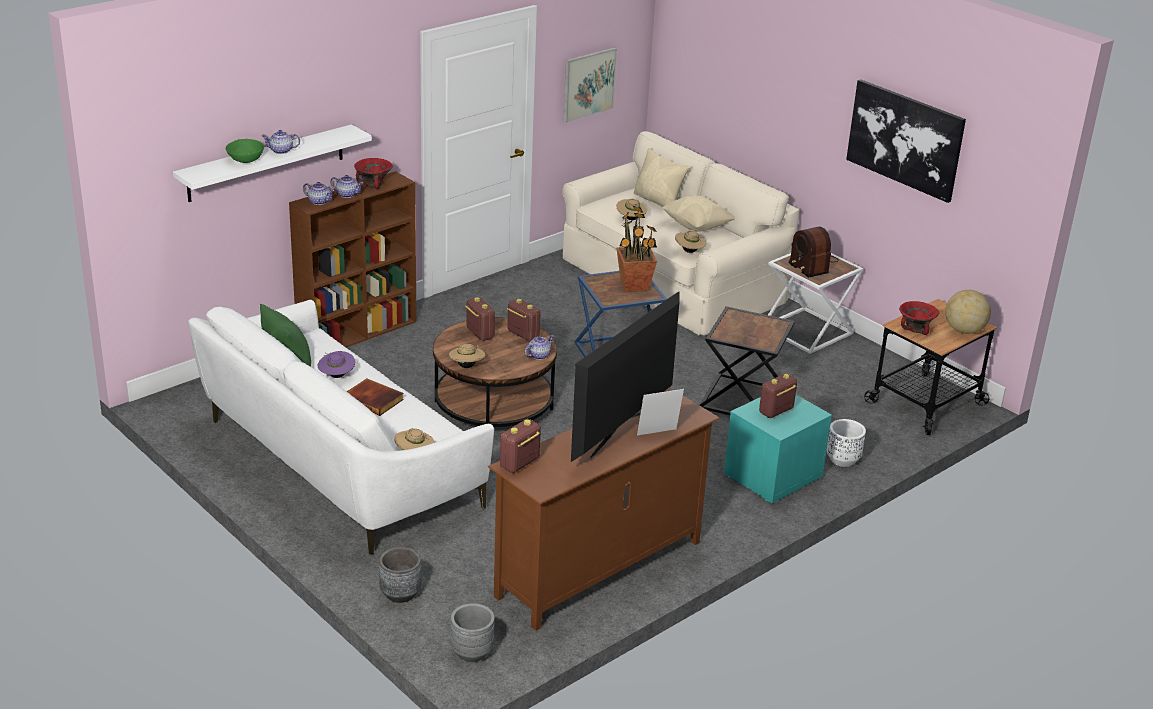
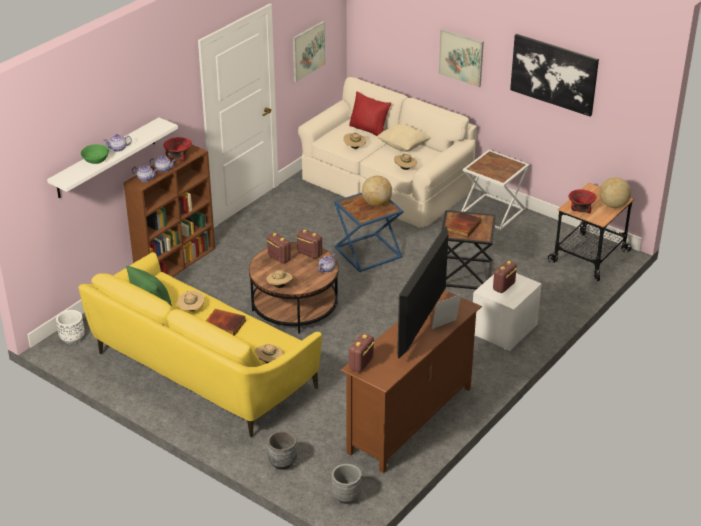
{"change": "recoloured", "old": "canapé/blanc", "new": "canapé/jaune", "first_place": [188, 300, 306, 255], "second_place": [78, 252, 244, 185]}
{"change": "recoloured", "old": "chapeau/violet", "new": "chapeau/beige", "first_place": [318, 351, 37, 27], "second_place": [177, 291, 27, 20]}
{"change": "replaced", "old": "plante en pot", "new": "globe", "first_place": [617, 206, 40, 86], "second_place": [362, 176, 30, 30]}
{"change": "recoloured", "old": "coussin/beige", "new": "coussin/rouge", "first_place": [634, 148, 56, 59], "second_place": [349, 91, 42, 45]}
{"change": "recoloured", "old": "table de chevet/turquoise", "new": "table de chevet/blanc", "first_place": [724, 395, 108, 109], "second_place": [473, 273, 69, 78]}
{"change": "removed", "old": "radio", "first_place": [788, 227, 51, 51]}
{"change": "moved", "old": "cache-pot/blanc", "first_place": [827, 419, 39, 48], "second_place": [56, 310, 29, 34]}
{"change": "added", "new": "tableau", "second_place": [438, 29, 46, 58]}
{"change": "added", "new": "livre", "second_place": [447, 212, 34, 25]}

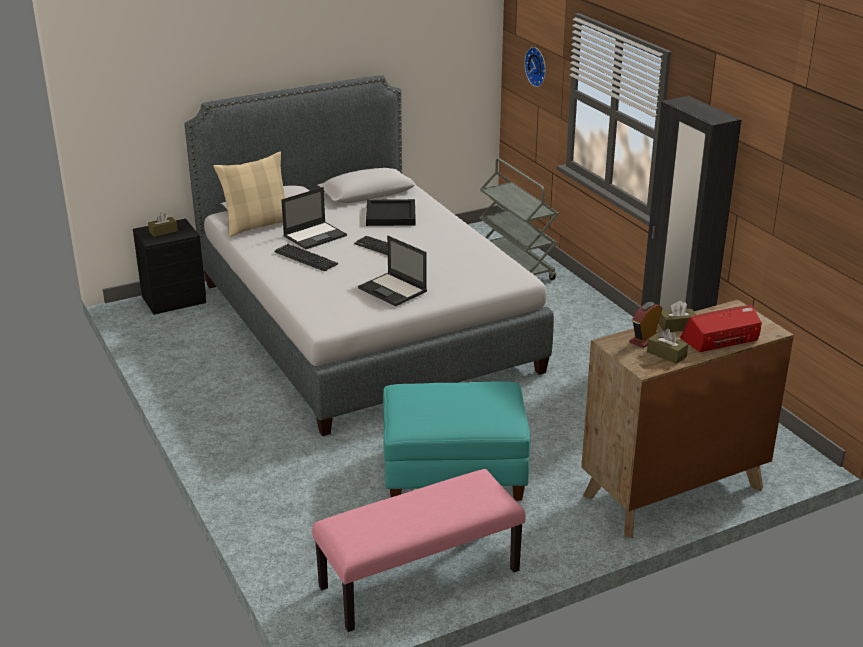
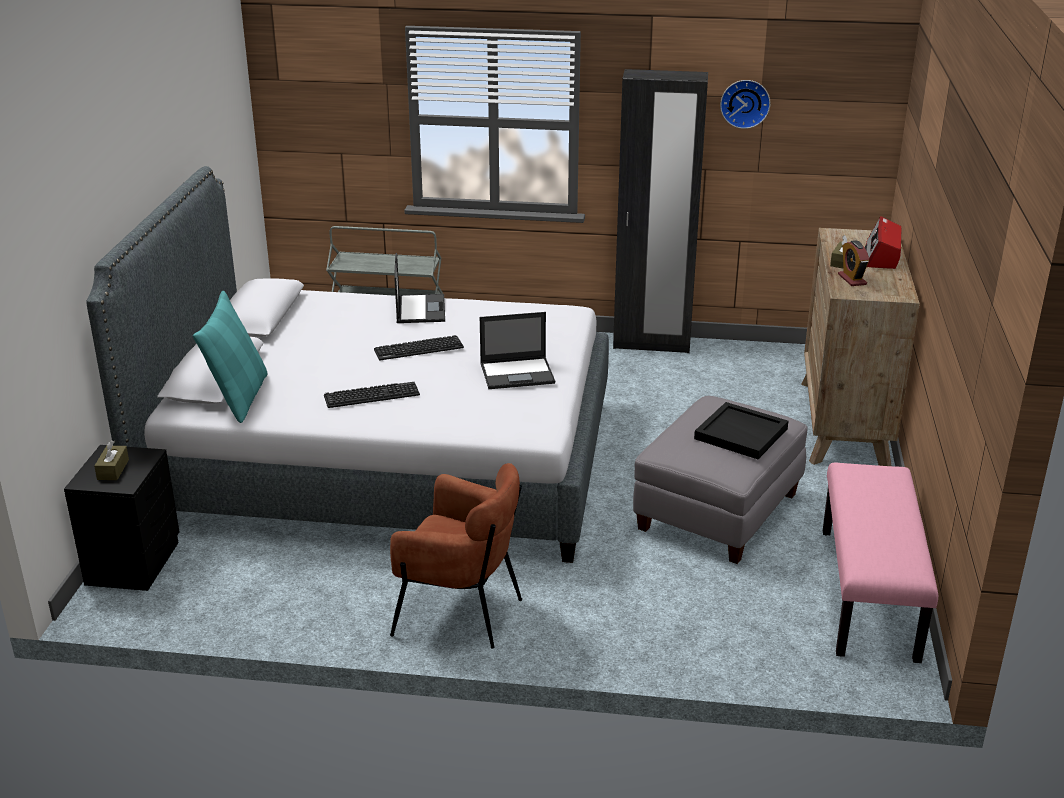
{"change": "recoloured", "old": "coussin/beige", "new": "coussin/turquoise", "first_place": [213, 152, 73, 85], "second_place": [193, 291, 75, 132]}
{"change": "moved", "old": "ordinateur portable", "first_place": [281, 187, 66, 62], "second_place": [394, 253, 51, 70]}
{"change": "moved", "old": "plateau/noir", "first_place": [366, 199, 50, 27], "second_place": [694, 402, 94, 57]}
{"change": "recoloured", "old": "pouf/turquoise", "new": "pouf/gris", "first_place": [383, 381, 147, 120], "second_place": [633, 396, 175, 168]}
{"change": "moved", "old": "horloge murale", "first_place": [524, 47, 22, 40], "second_place": [720, 80, 50, 49]}
{"change": "removed", "old": "boîte à mouchoirs/marron", "first_place": [647, 329, 41, 35]}
{"change": "added", "new": "fauteuil/marron", "second_place": [390, 463, 132, 186]}

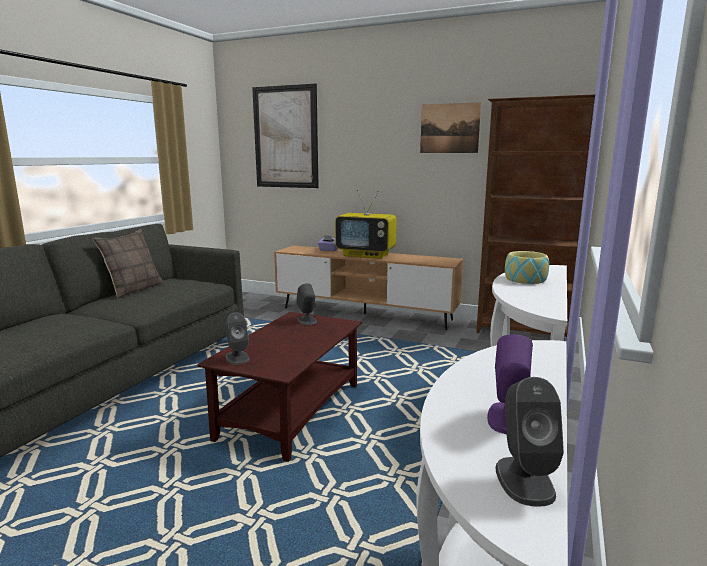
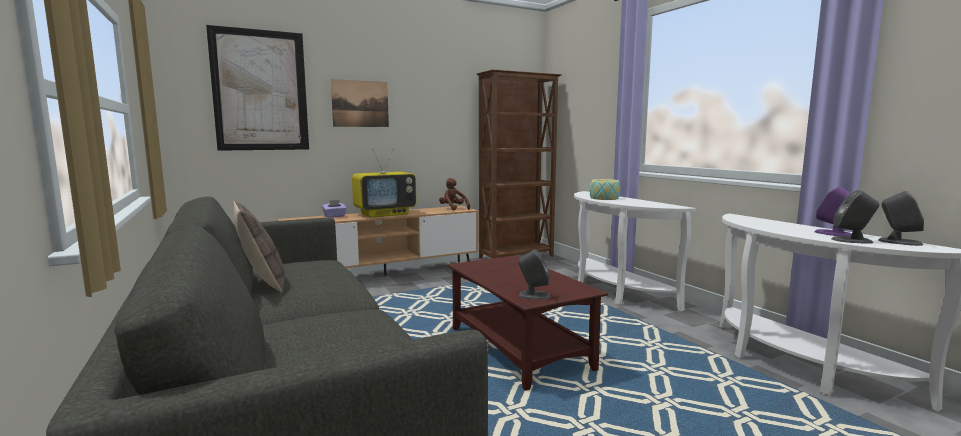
{"change": "moved", "old": "enceinte/gris", "first_place": [296, 283, 21, 42], "second_place": [831, 190, 48, 54]}
{"change": "moved", "old": "tableau", "first_place": [420, 102, 61, 51], "second_place": [331, 79, 58, 48]}
{"change": "added", "new": "peluche/marron", "second_place": [439, 178, 31, 32]}

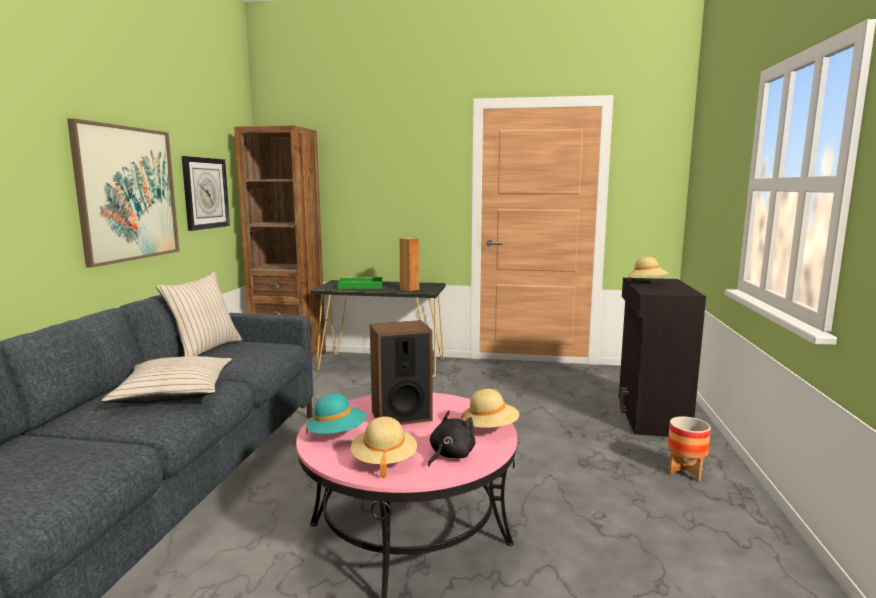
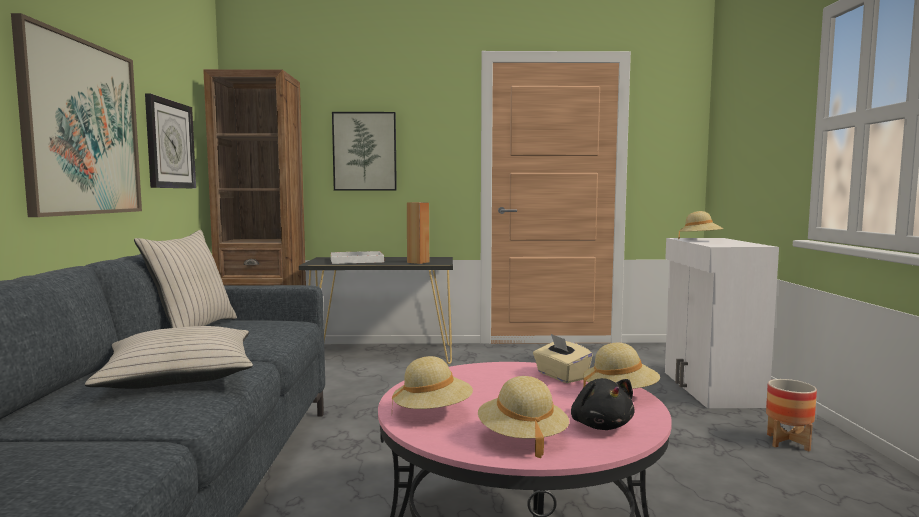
{"change": "recoloured", "old": "chapeau/turquoise", "new": "chapeau/beige", "first_place": [306, 393, 60, 42], "second_place": [392, 356, 81, 53]}
{"change": "recoloured", "old": "plateau/vert", "new": "plateau/blanc", "first_place": [337, 277, 46, 12], "second_place": [331, 251, 53, 13]}
{"change": "removed", "old": "enceinte", "first_place": [370, 320, 63, 105]}
{"change": "turned", "old": "peluche/noir", "first_place": [428, 411, 48, 56], "second_place": [571, 378, 64, 52], "degrees": 135}
{"change": "recoloured", "old": "meuble de rangement/noir", "new": "meuble de rangement/blanc", "first_place": [619, 278, 87, 159], "second_place": [665, 238, 114, 170]}
{"change": "added", "new": "tableau", "second_place": [332, 112, 65, 79]}
{"change": "added", "new": "boîte à mouchoirs/beige", "second_place": [533, 334, 60, 49]}

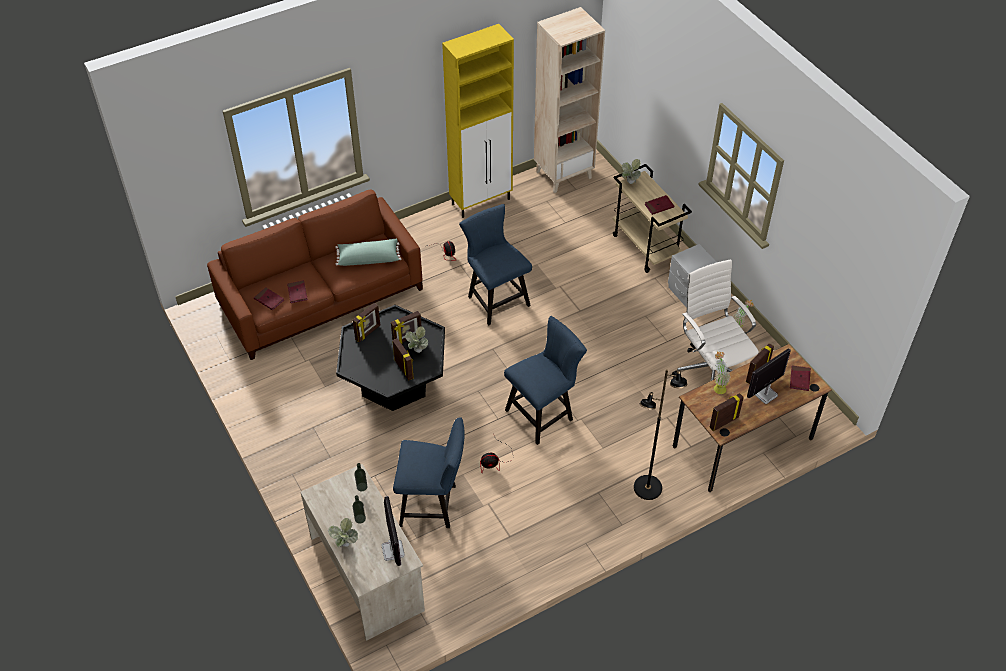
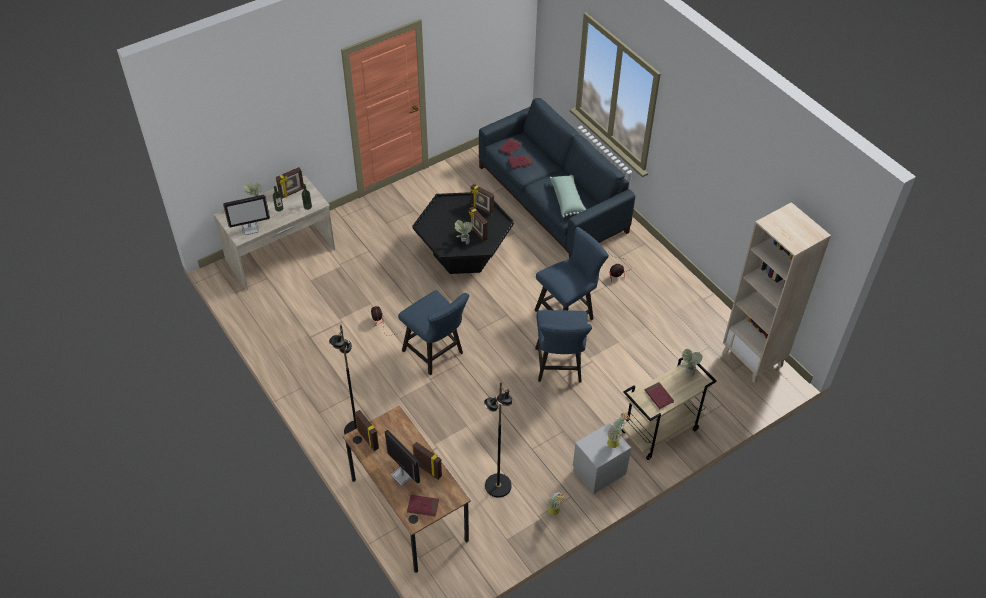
{"change": "recoloured", "old": "canapé/marron", "new": "canapé/bleu", "first_place": [207, 189, 216, 171], "second_place": [479, 98, 156, 160]}
{"change": "moved", "old": "cadre photo", "first_place": [392, 338, 22, 42], "second_place": [276, 167, 28, 31]}
{"change": "moved", "old": "chaise/bleu", "first_place": [393, 417, 72, 111], "second_place": [535, 310, 57, 73]}
{"change": "removed", "old": "meuble de rangement/jaune", "first_place": [442, 24, 72, 194]}
{"change": "replaced", "old": "chaise de bureau/blanc", "new": "lampadaire/noir", "first_place": [672, 259, 87, 122], "second_place": [484, 381, 28, 116]}
{"change": "moved", "old": "plante en pot", "first_place": [714, 351, 17, 43], "second_place": [607, 412, 22, 36]}

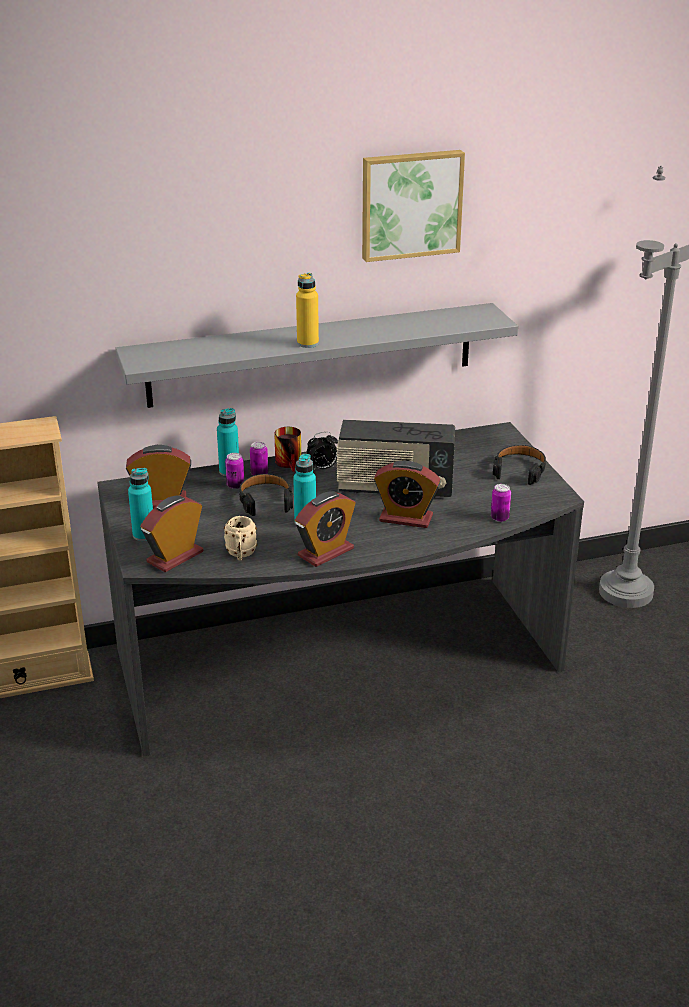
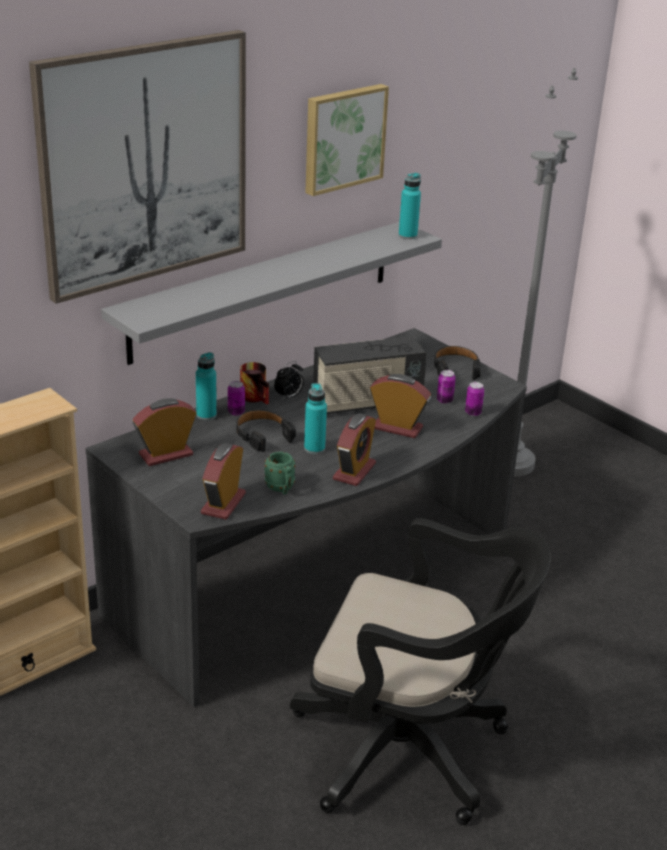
{"change": "moved", "old": "bouteille/turquoise", "first_place": [128, 468, 25, 73], "second_place": [399, 173, 22, 66]}
{"change": "recoloured", "old": "mug/beige", "new": "mug/vert", "first_place": [224, 516, 33, 44], "second_place": [264, 452, 32, 42]}
{"change": "moved", "old": "boîte métallique", "first_place": [225, 453, 19, 36], "second_place": [437, 370, 19, 34]}
{"change": "removed", "old": "bouteille/jaune", "first_place": [296, 273, 23, 75]}
{"change": "turned", "old": "réveil", "first_place": [374, 460, 67, 68], "second_place": [370, 374, 61, 64], "degrees": -150}
{"change": "added", "new": "tableau", "second_place": [29, 30, 217, 274]}
{"change": "added", "new": "chaise de bureau/noir", "second_place": [290, 518, 261, 307]}

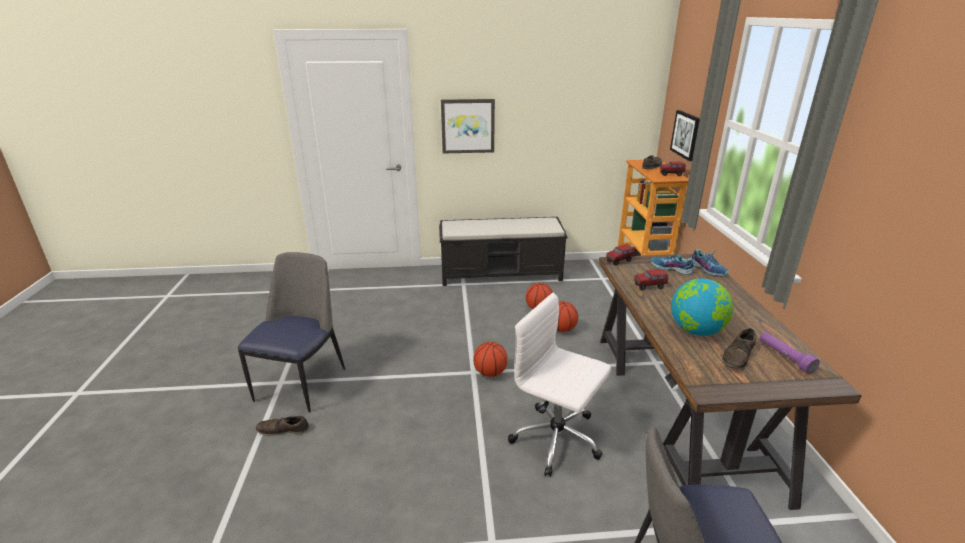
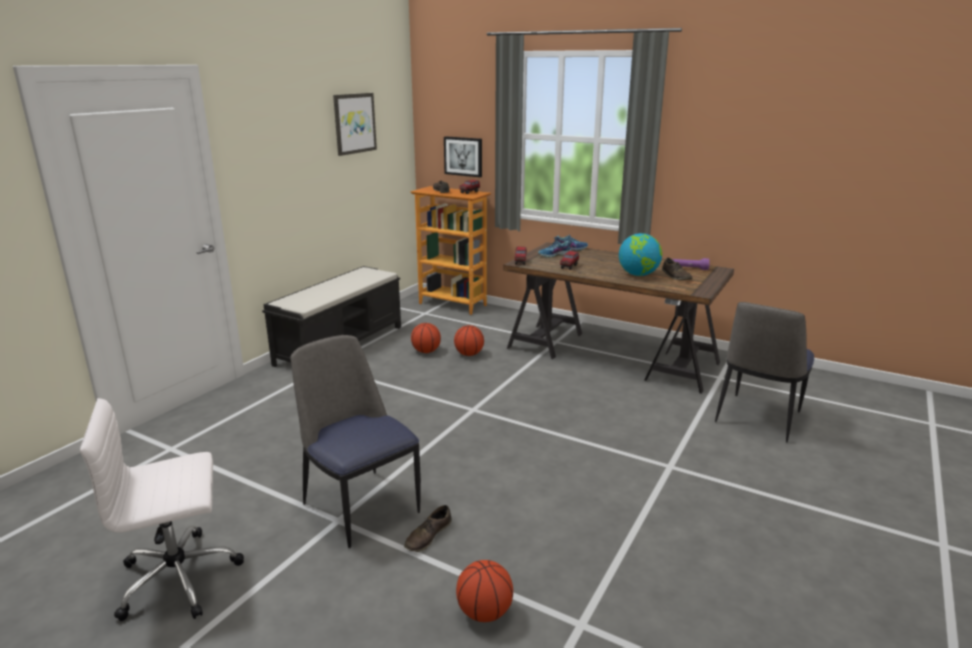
{"change": "moved", "old": "tableau", "first_place": [441, 99, 54, 54], "second_place": [333, 93, 44, 63]}
{"change": "moved", "old": "ballon de basket", "first_place": [473, 342, 35, 35], "second_place": [456, 560, 57, 62]}
{"change": "moved", "old": "chaise de bureau/blanc", "first_place": [508, 293, 104, 184], "second_place": [80, 398, 164, 223]}

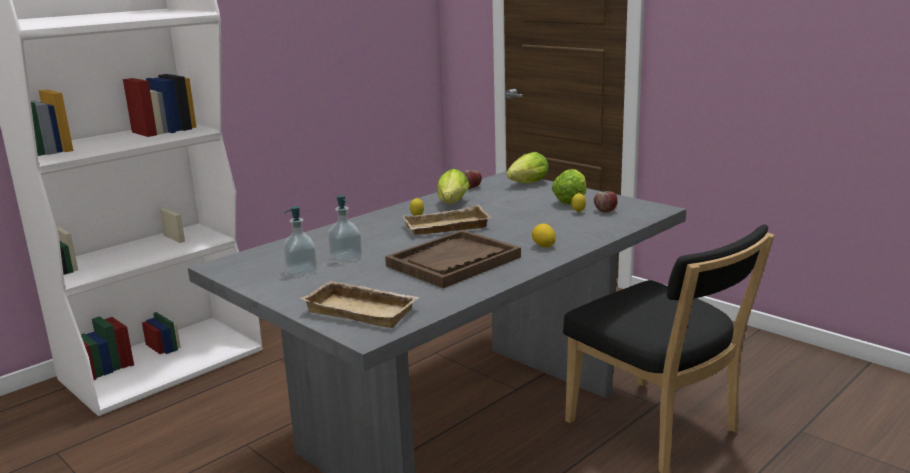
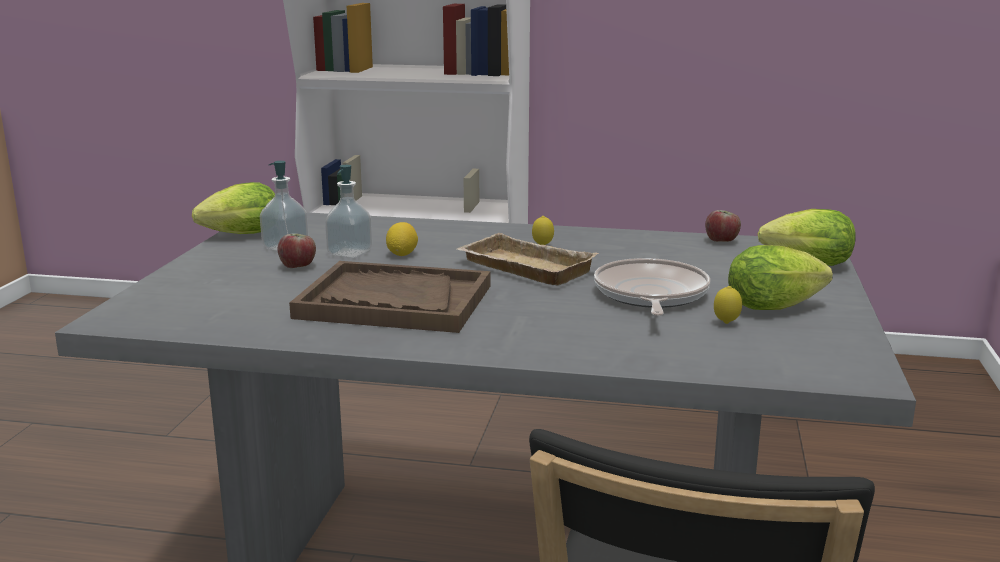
{"change": "removed", "old": "plateau/beige", "first_place": [300, 281, 120, 47]}
{"change": "moved", "old": "laitue", "first_place": [437, 169, 33, 35], "second_place": [192, 182, 83, 52]}
{"change": "moved", "old": "citron", "first_place": [532, 224, 24, 23], "second_place": [386, 222, 32, 34]}
{"change": "moved", "old": "pomme", "first_place": [594, 191, 24, 21], "second_place": [277, 233, 39, 35]}
{"change": "added", "new": "poêle", "second_place": [594, 258, 116, 58]}

